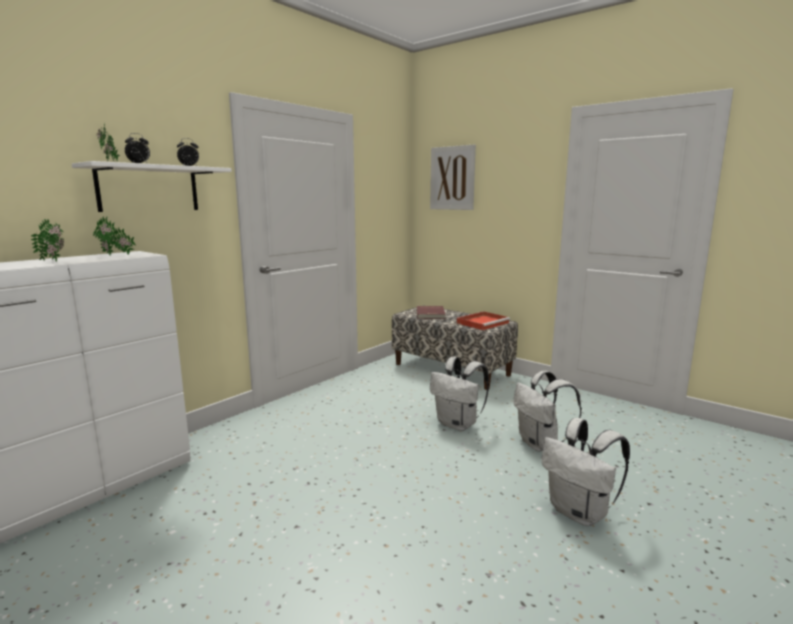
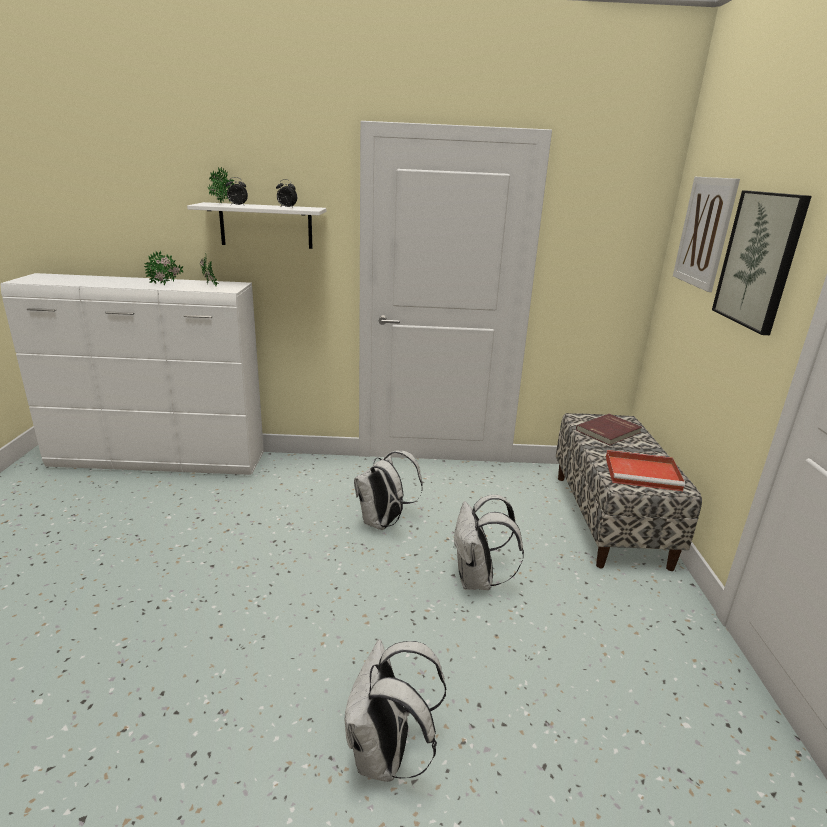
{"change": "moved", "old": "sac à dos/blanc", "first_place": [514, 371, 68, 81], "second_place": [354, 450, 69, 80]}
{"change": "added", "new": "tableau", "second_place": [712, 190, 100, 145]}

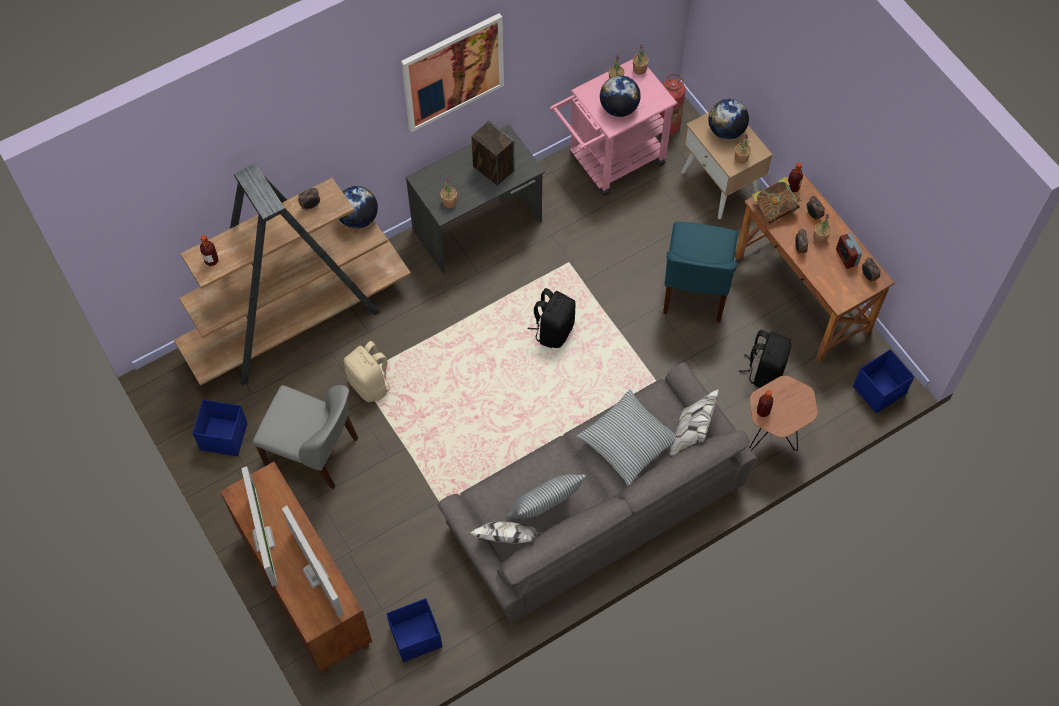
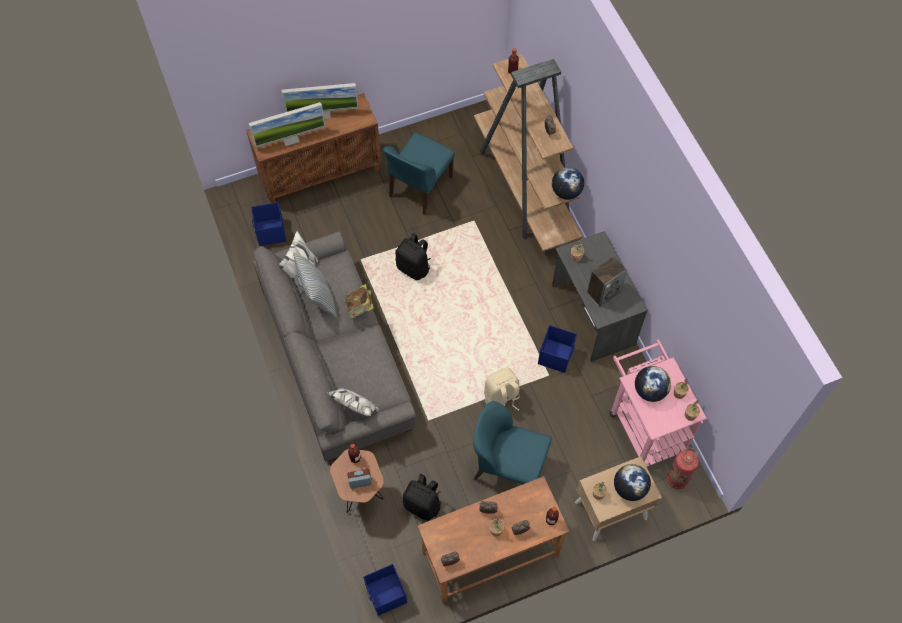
{"change": "moved", "old": "boîte de rangement/bleu", "first_place": [192, 400, 56, 56], "second_place": [538, 325, 39, 48]}
{"change": "recoloured", "old": "chaise/gris", "new": "chaise/bleu", "first_place": [253, 385, 105, 104], "second_place": [383, 133, 72, 82]}
{"change": "moved", "old": "sac à dos/beige", "first_place": [344, 341, 52, 61], "second_place": [484, 368, 36, 43]}
{"change": "removed", "old": "tableau", "first_place": [401, 13, 103, 119]}
{"change": "moved", "old": "sac à dos/noir", "first_place": [528, 288, 48, 60], "second_place": [395, 233, 36, 47]}
{"change": "removed", "old": "coussin", "first_place": [576, 390, 100, 96]}
{"change": "moved", "old": "livre", "first_place": [752, 177, 50, 47], "second_place": [345, 284, 29, 34]}
{"change": "moved", "old": "réveil", "first_place": [836, 233, 26, 36], "second_place": [347, 469, 25, 20]}

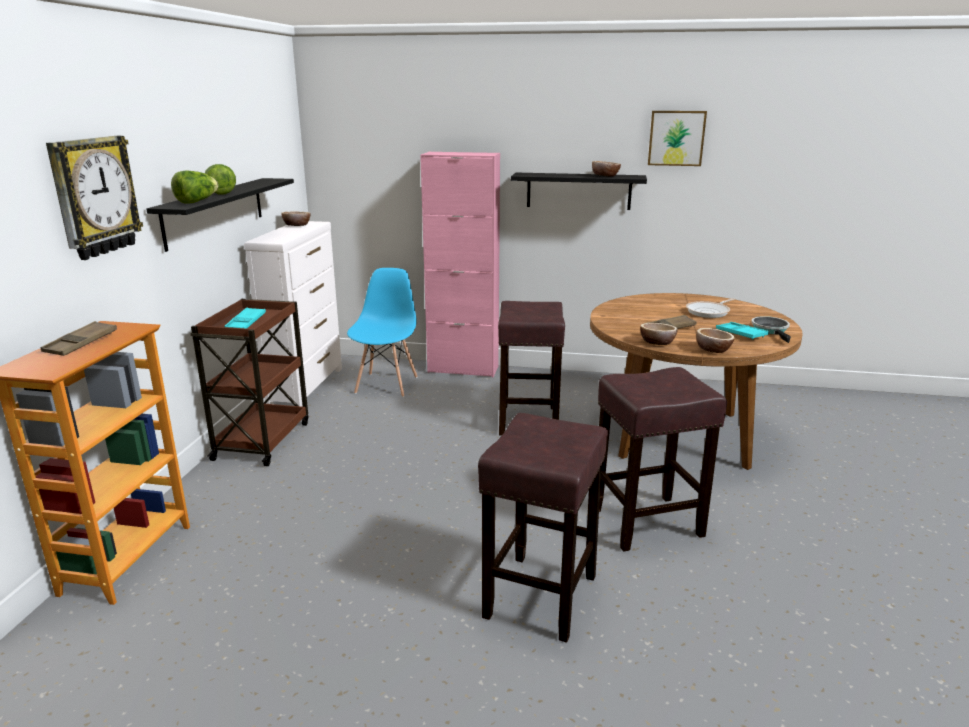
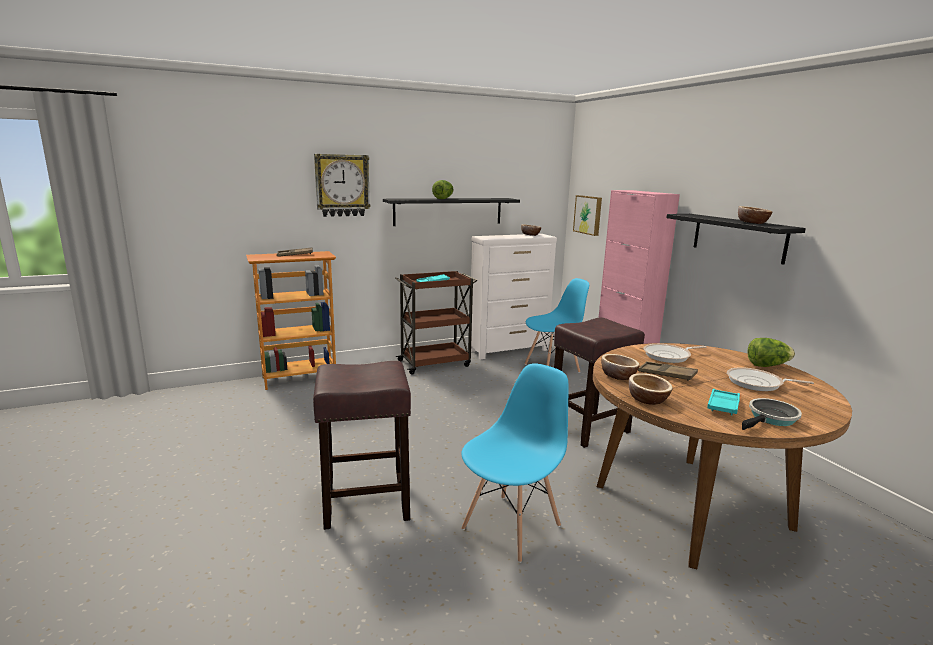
{"change": "moved", "old": "laitue", "first_place": [171, 170, 47, 34], "second_place": [748, 338, 47, 29]}
{"change": "replaced", "old": "tabouret/marron", "new": "chaise/bleu", "first_place": [598, 367, 129, 185], "second_place": [461, 363, 107, 200]}
{"change": "moved", "old": "tableau", "first_place": [648, 111, 59, 55], "second_place": [573, 195, 29, 41]}
{"change": "added", "new": "poêle", "second_place": [643, 344, 63, 19]}

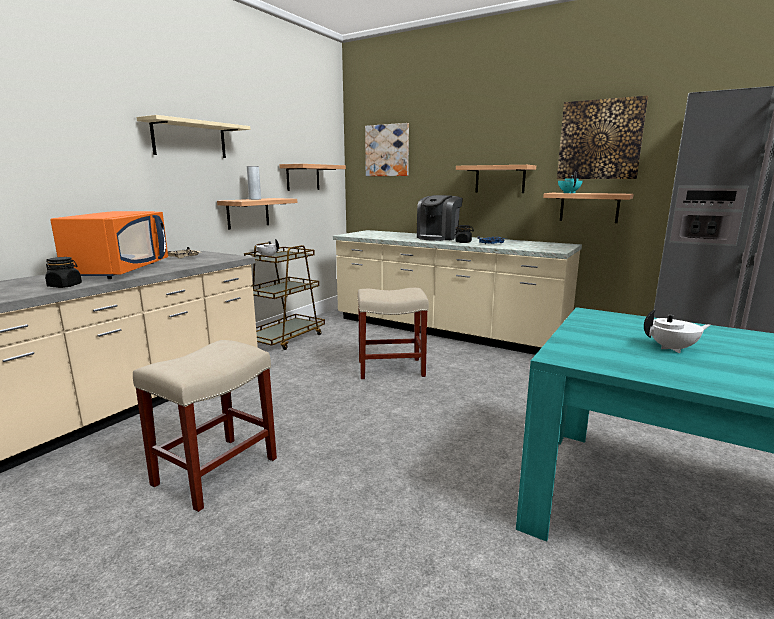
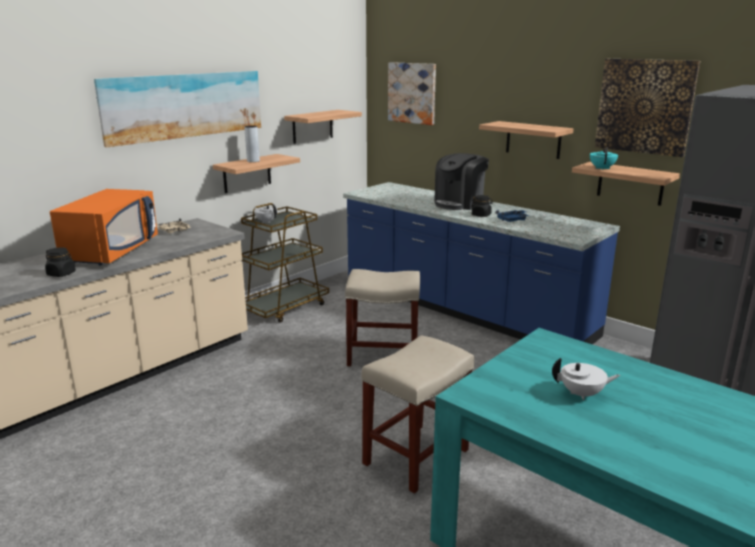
{"change": "moved", "old": "tabouret/beige", "first_place": [133, 340, 144, 172], "second_place": [362, 335, 112, 159]}
{"change": "replaced", "old": "étagère/beige", "new": "tableau", "first_place": [136, 115, 114, 43], "second_place": [94, 71, 167, 76]}
{"change": "recoloured", "old": "comptoir de cuisine/beige", "new": "comptoir de cuisine/bleu", "first_place": [333, 230, 249, 125], "second_place": [343, 182, 277, 163]}

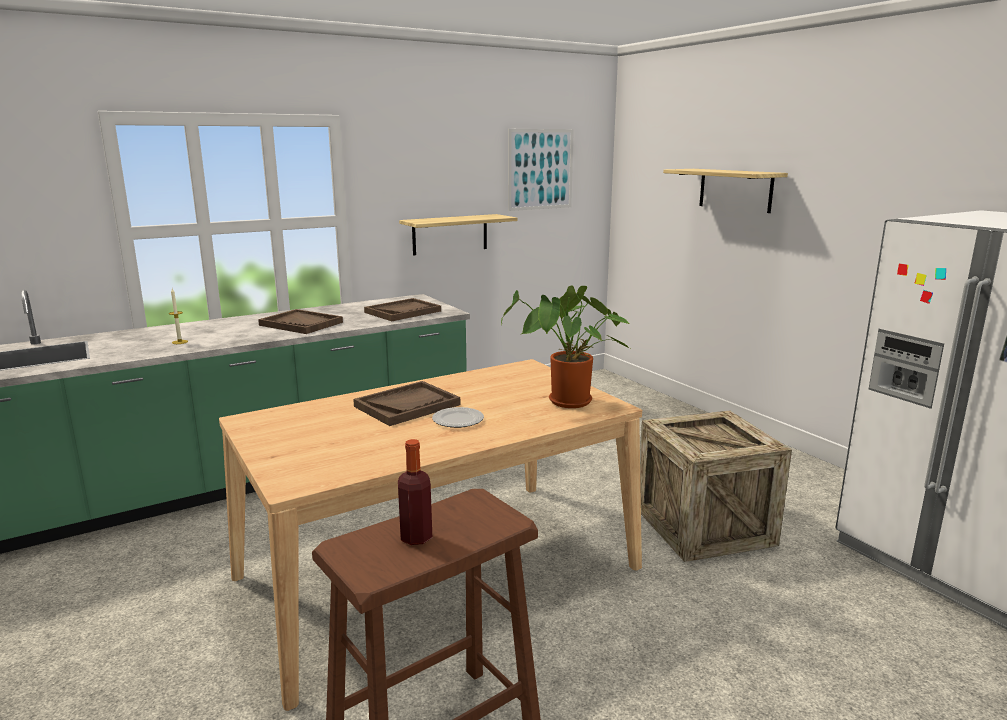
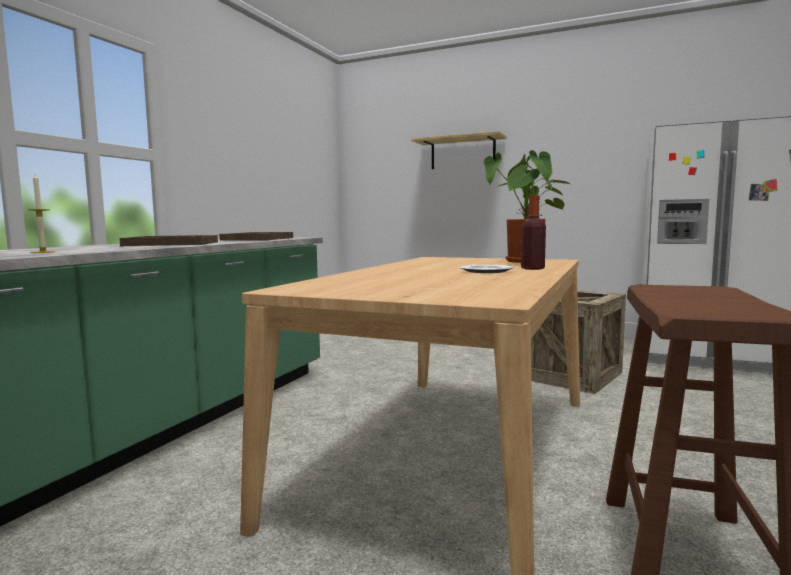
{"change": "removed", "old": "plateau/marron", "first_place": [353, 381, 107, 45]}
{"change": "moved", "old": "bouteille", "first_place": [398, 439, 34, 106], "second_place": [521, 195, 25, 75]}
{"change": "removed", "old": "étagère", "first_place": [399, 214, 118, 42]}
{"change": "removed", "old": "tableau", "first_place": [508, 129, 66, 82]}

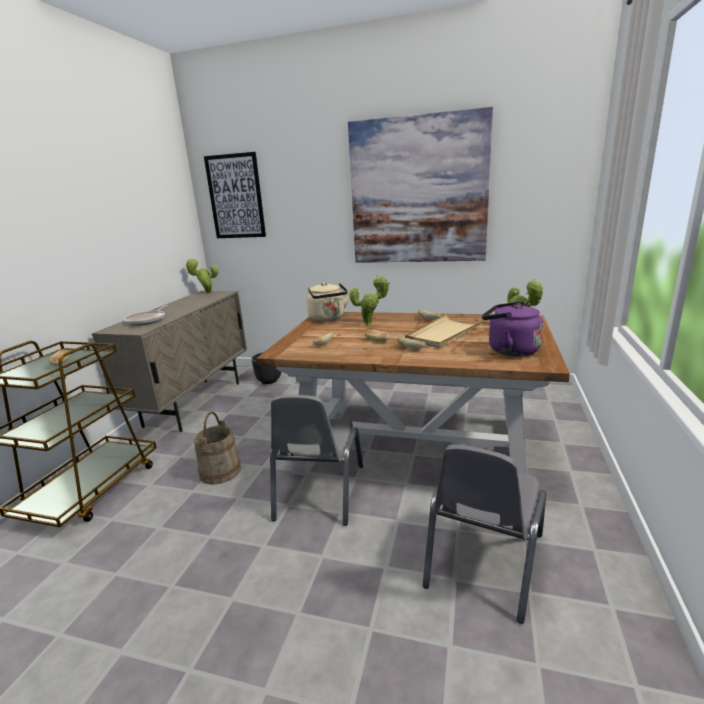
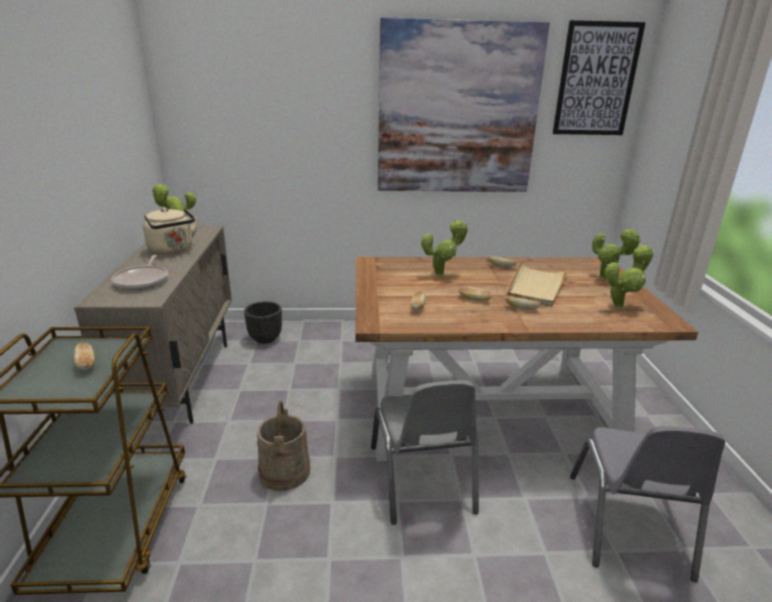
{"change": "moved", "old": "tableau", "first_place": [204, 152, 62, 86], "second_place": [553, 20, 93, 115]}
{"change": "moved", "old": "bouilloire/beige", "first_place": [306, 282, 44, 39], "second_place": [143, 208, 55, 46]}
{"change": "replaced", "old": "bouilloire/violet", "new": "plante en pot", "first_place": [482, 302, 61, 54], "second_place": [605, 244, 49, 65]}

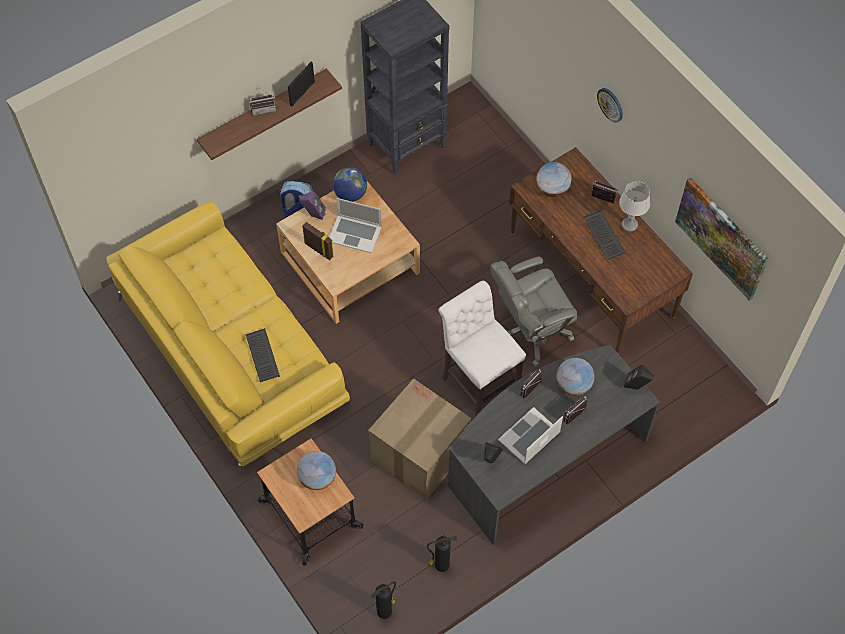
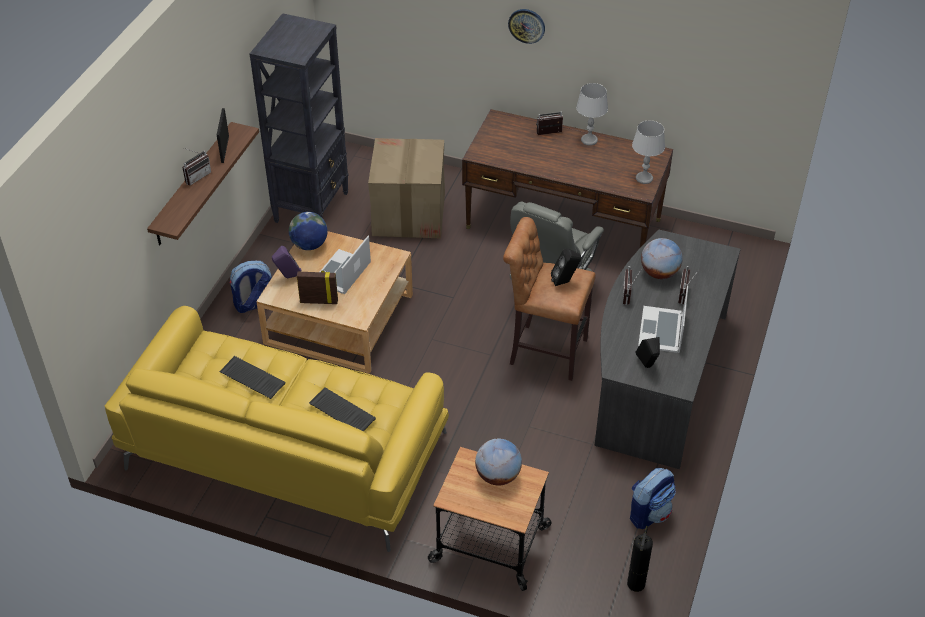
{"change": "turned", "old": "ordinateur portable", "first_place": [329, 198, 53, 55], "second_place": [320, 236, 51, 58], "degrees": 135}
{"change": "moved", "old": "carton", "first_place": [368, 378, 103, 122], "second_place": [368, 138, 77, 100]}
{"change": "replaced", "old": "extincteur", "new": "sac à dos", "first_place": [427, 535, 30, 37], "second_place": [630, 468, 46, 61]}
{"change": "recoloured", "old": "tabouret/blanc", "new": "tabouret/marron", "first_place": [439, 281, 87, 136], "second_place": [503, 217, 93, 164]}
{"change": "removed", "old": "globe", "first_place": [536, 162, 36, 35]}
{"change": "moved", "old": "clavier", "first_place": [584, 210, 41, 50], "second_place": [219, 356, 67, 43]}
{"change": "moved", "old": "enceinte/noir", "first_place": [623, 365, 31, 25], "second_place": [551, 248, 30, 38]}
{"change": "removed", "old": "tableau", "first_place": [675, 177, 93, 123]}
{"change": "added", "new": "lampe de table/gris", "second_place": [632, 120, 33, 64]}

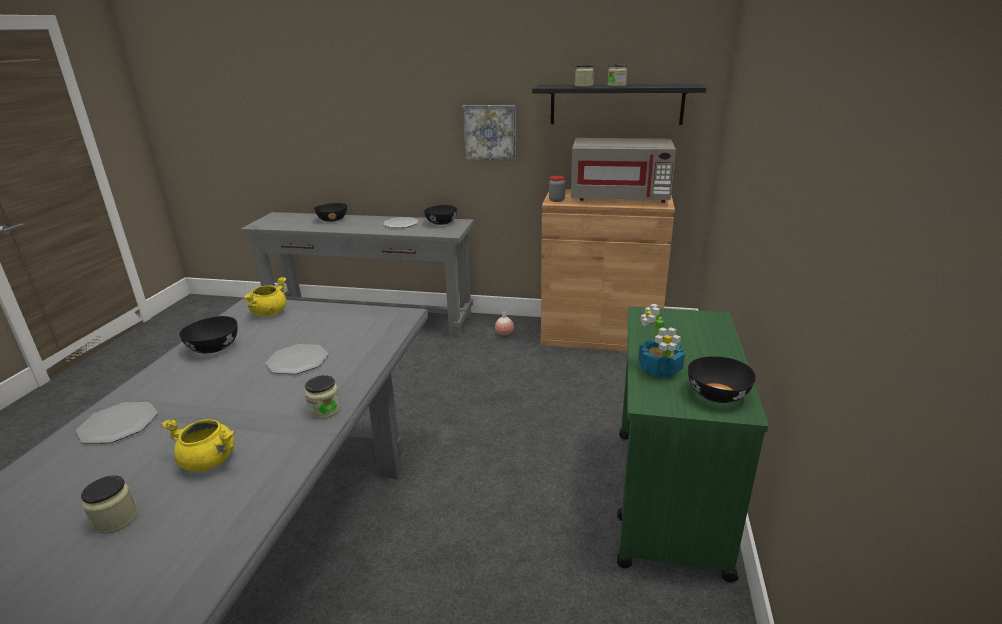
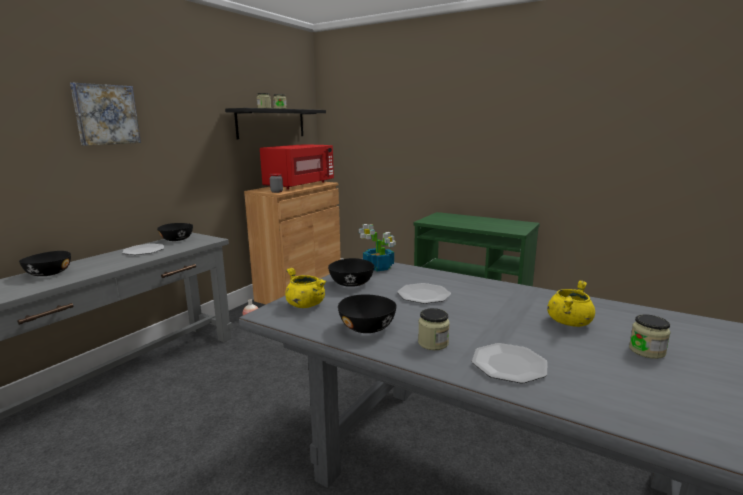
{"change": "moved", "old": "bocal", "first_place": [305, 375, 36, 44], "second_place": [418, 308, 32, 42]}
{"change": "moved", "old": "tableau", "first_place": [462, 105, 54, 55], "second_place": [70, 83, 71, 63]}
{"change": "recoloured", "old": "micro-ondes/gris", "new": "micro-ondes/rouge", "first_place": [571, 138, 105, 65], "second_place": [260, 144, 74, 46]}
{"change": "moved", "old": "plante en pot", "first_place": [638, 304, 47, 74], "second_place": [359, 224, 37, 47]}
{"change": "moved", "old": "bol/noir", "first_place": [688, 356, 68, 47], "second_place": [328, 258, 47, 29]}

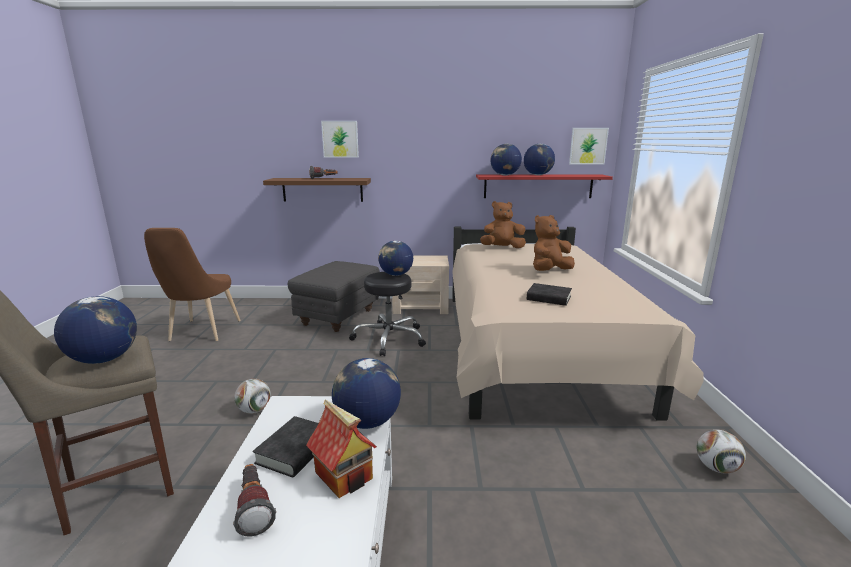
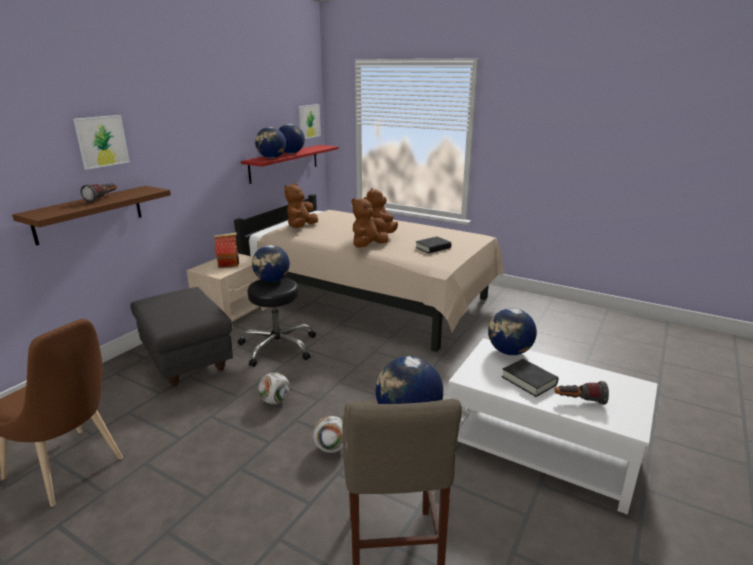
{"change": "moved", "old": "maison miniature", "first_place": [306, 400, 71, 98], "second_place": [214, 232, 25, 36]}
{"change": "moved", "old": "ballon de foot", "first_place": [696, 430, 50, 44], "second_place": [258, 372, 32, 32]}
{"change": "added", "new": "peluche/marron", "second_place": [351, 197, 38, 51]}

